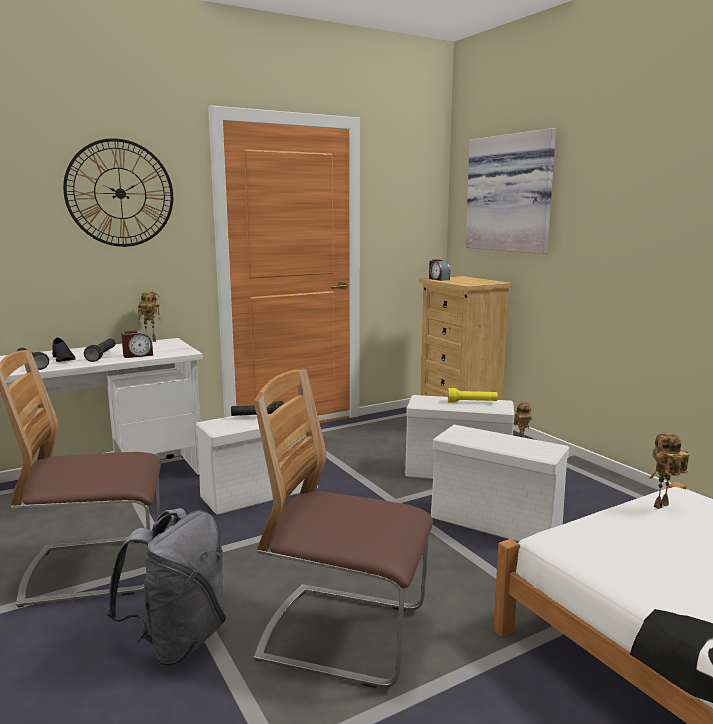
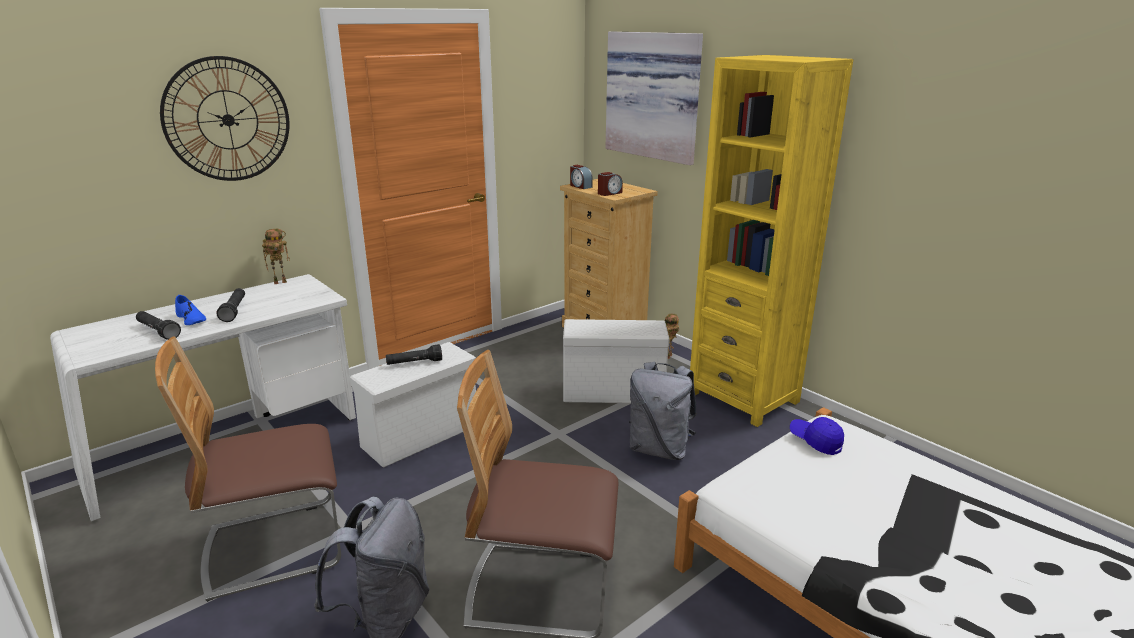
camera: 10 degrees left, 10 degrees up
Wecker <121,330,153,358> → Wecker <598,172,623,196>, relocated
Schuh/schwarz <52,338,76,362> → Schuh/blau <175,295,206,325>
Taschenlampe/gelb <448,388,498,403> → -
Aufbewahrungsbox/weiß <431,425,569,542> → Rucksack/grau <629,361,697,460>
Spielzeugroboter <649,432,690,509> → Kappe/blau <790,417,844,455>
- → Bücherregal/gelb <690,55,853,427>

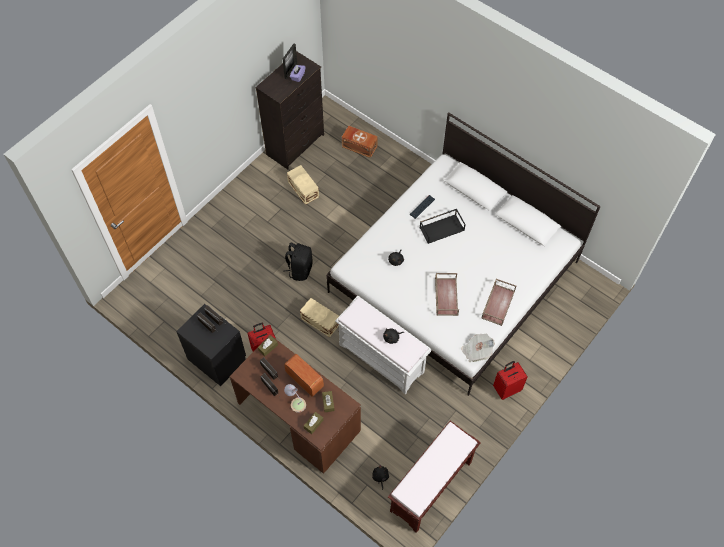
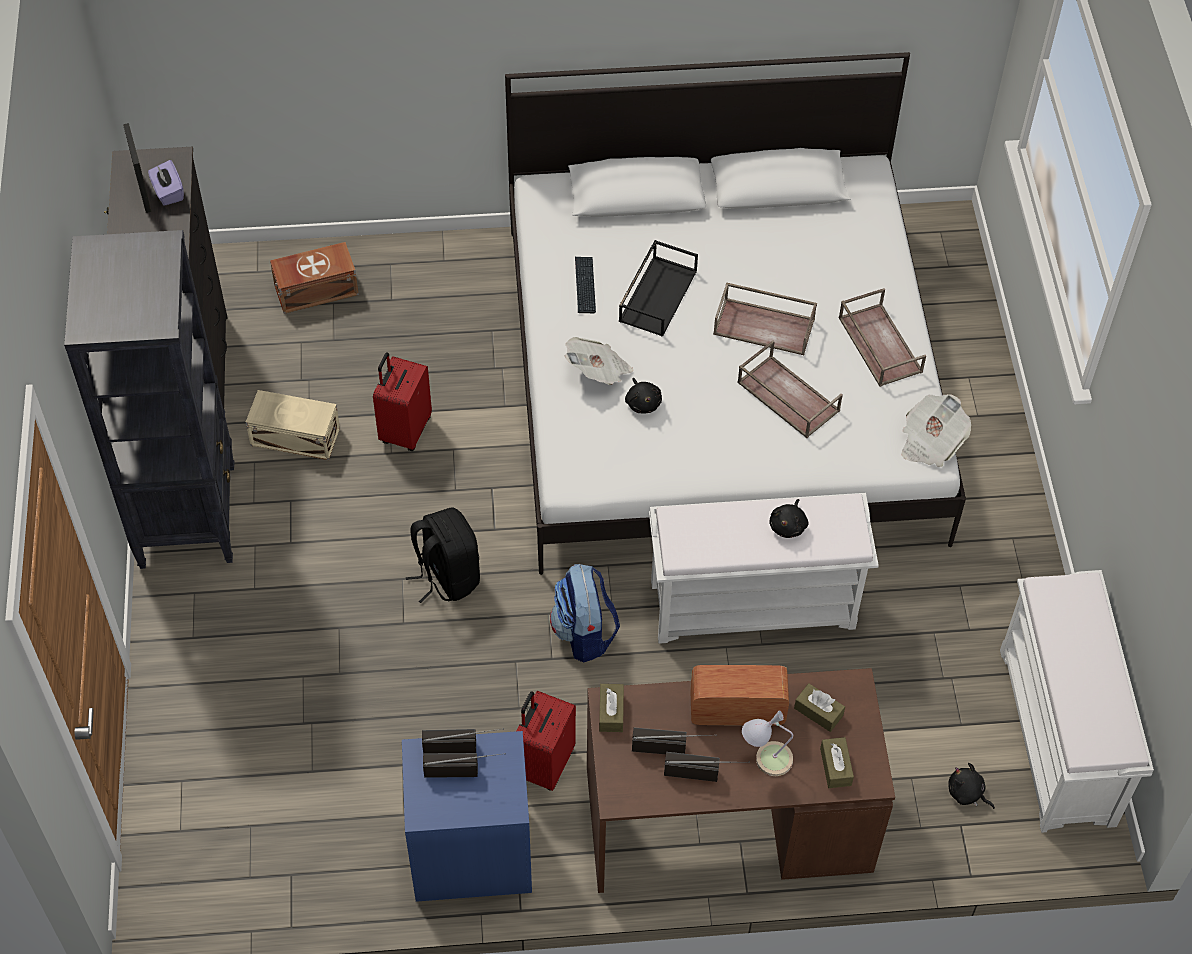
camera: 45 degrees left, 5 degrees down
Aufbewahrungsbox/beige <300,298,339,338> → Rucksack <550,564,620,663>
Nachttisch/schwarz <176,304,246,386> → Nachttisch/blau <402,731,532,902>
Koffer/rot <493,361,528,400> → Koffer/rot <373,353,432,451>, relocated
Bank/braun <388,421,481,533> → Bank/weiß <1000,570,1154,833>
- → Bücherregal/schwarz <64,230,234,569>
- → Tablett/braun <713,282,817,355>
- → Zeitung <565,337,633,385>

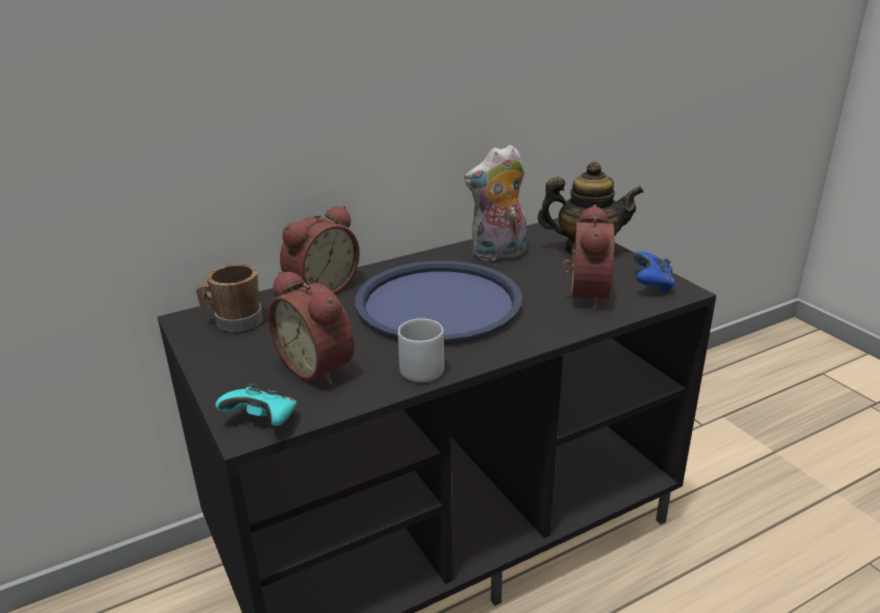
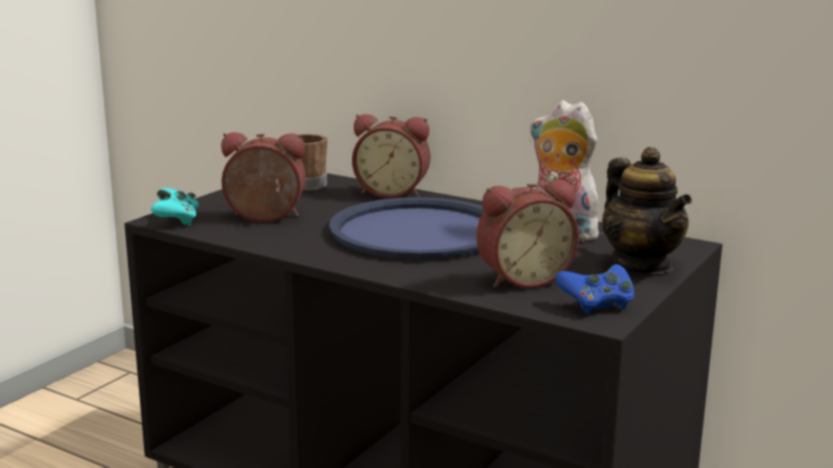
camera: 60 degrees right, 10 degrees down
Wecker <268,270,354,386> → Wecker <221,132,306,222>, 75 degrees clockwise
Henkelbecher/grau <398,319,444,383> → -

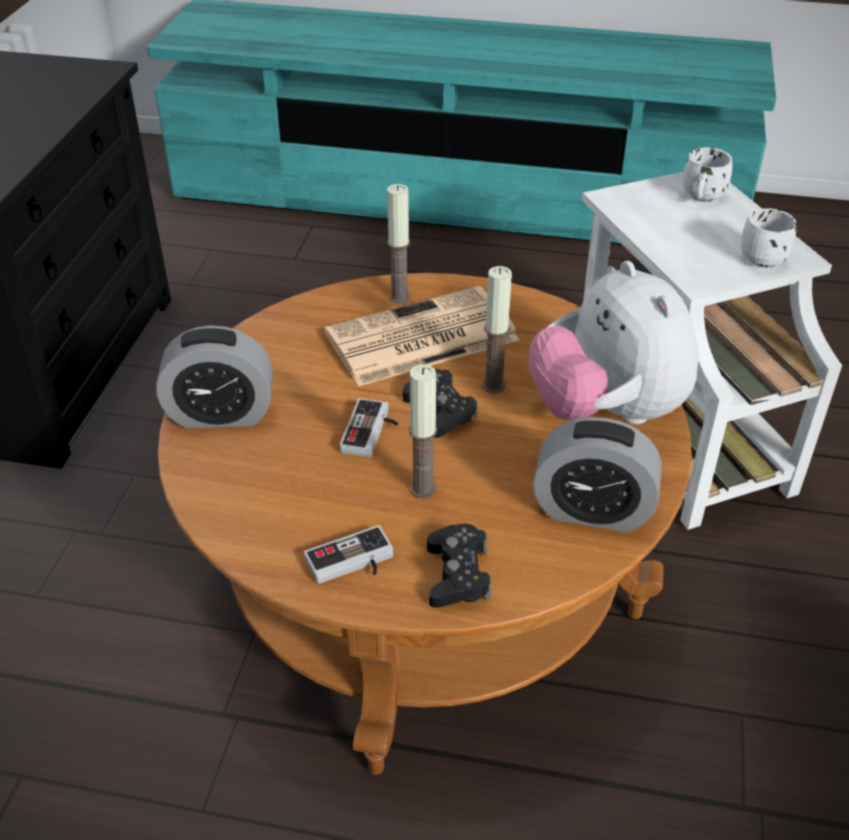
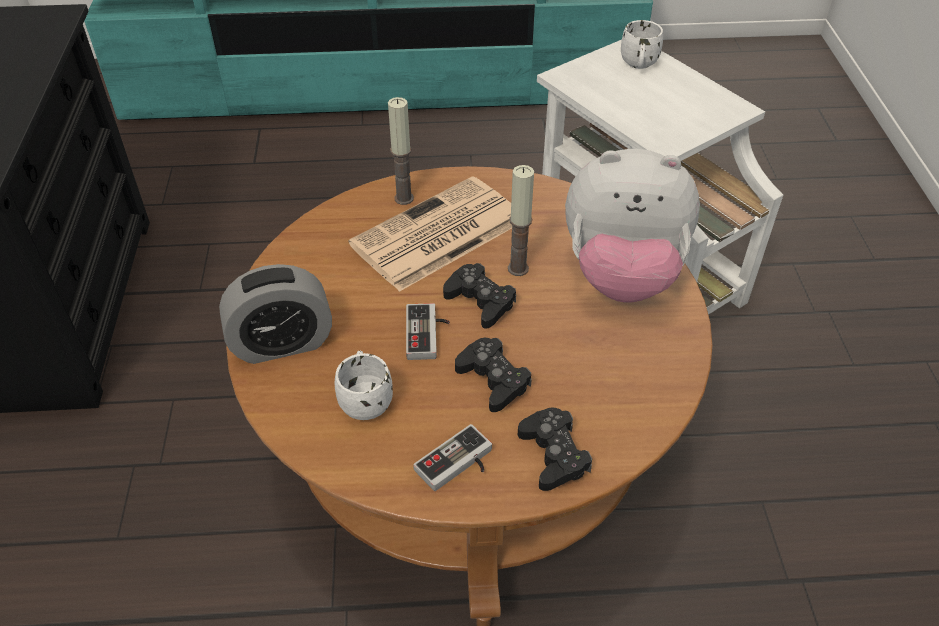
camera: 15 degrees left, 5 degrees up
Henkelbecher/weiß <741,208,796,267> → Henkelbecher/weiß <335,350,393,420>, relocated
Plüschtier <529,260,699,424> → Plüschtier <565,149,700,303>, 45 degrees counterclockwise
Kerze <409,364,437,499> → Gamepad/schwarz <455,338,532,412>
Wecker <533,417,662,532> → -

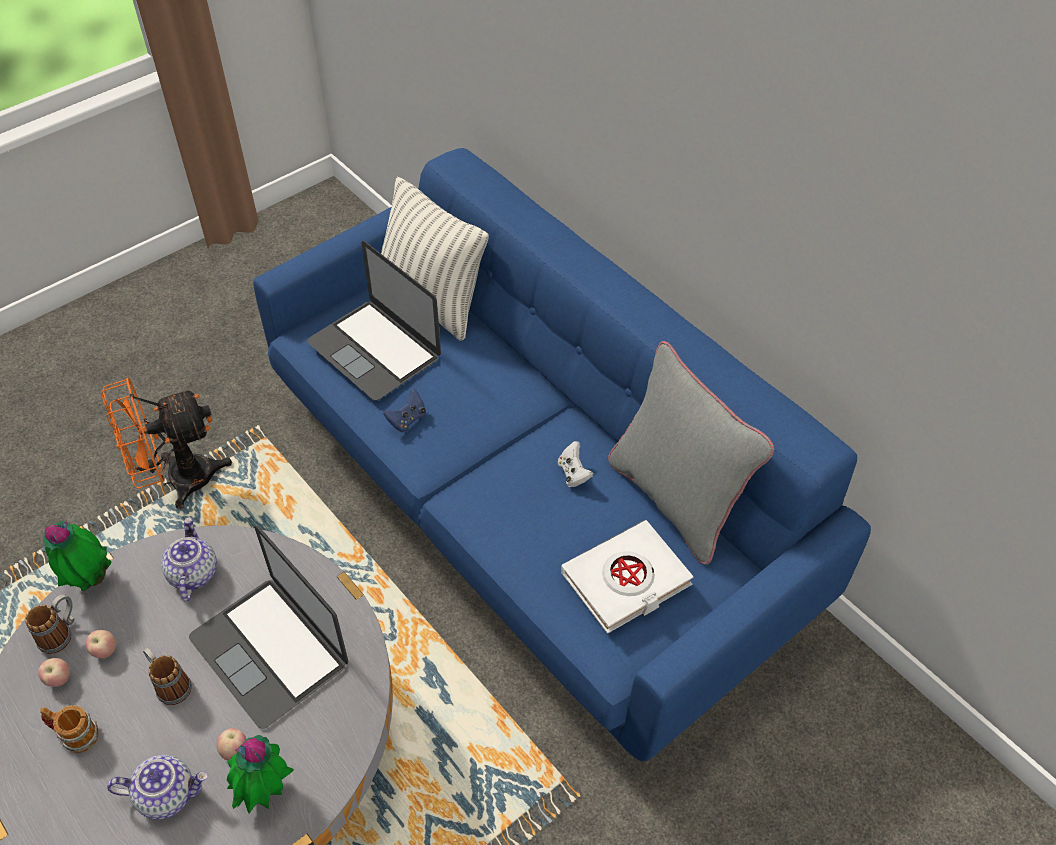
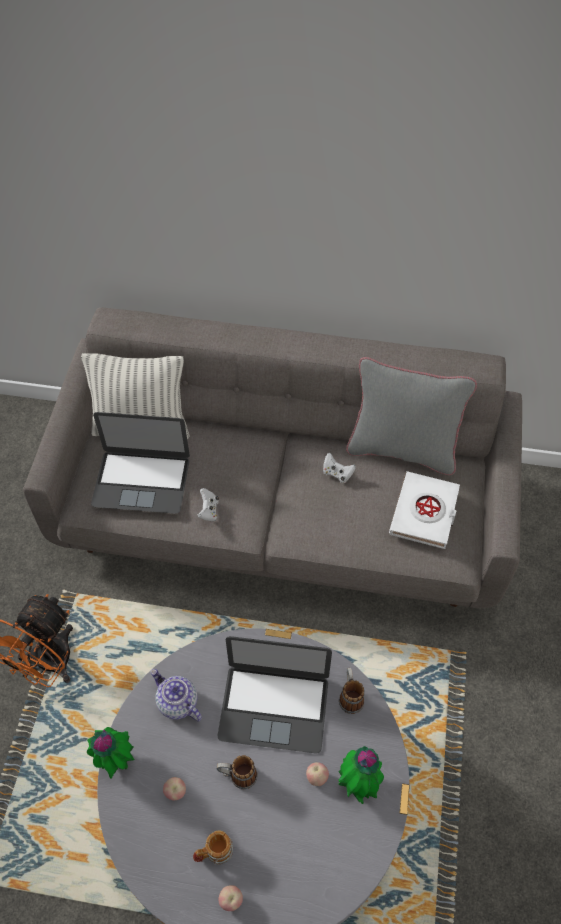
camera: 40 degrees left, 5 degrees up
Sofa/blau <253,148,871,761> → Sofa/grau <23,308,522,608>
Gamepad/blau <383,389,426,432> → Gamepad/weiß <197,488,219,521>
Henkelbecher <25,594,75,654> → Henkelbecher <339,668,365,714>, relocated
Apfel <38,658,70,687> → Apfel <218,885,243,911>, relocated
Teekanne <107,755,208,820> → -

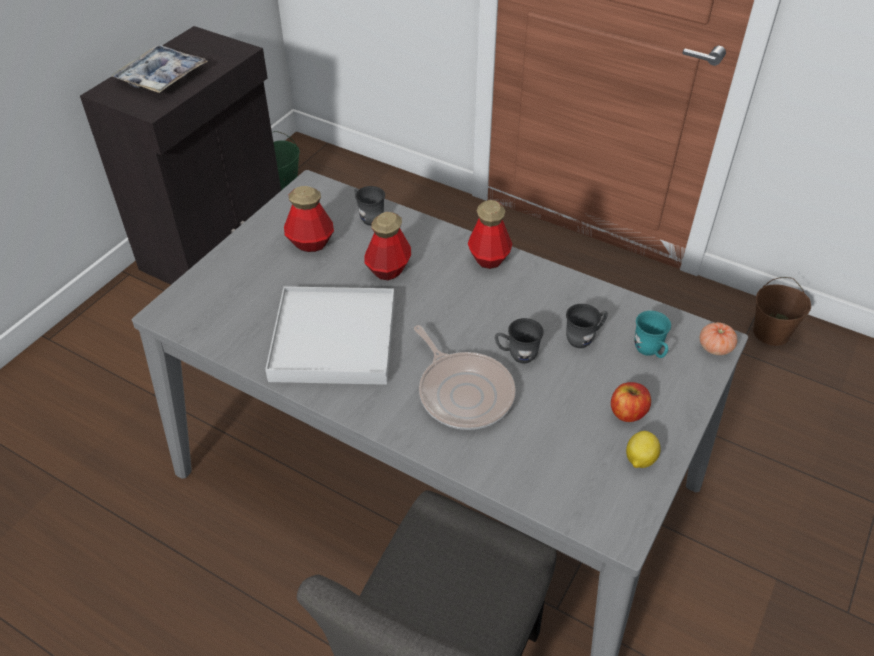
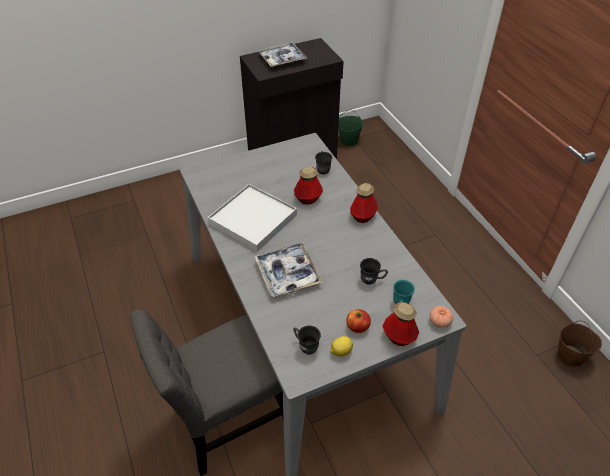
camera: 35 degrees right, 0 degrees up
Flasche <284,186,334,252> → Flasche <382,302,419,346>, relocated
Henkelbecher/grau <495,318,544,364> → Henkelbecher/grau <293,326,321,354>, relocated
Pfanne <414,325,516,430> → Tablett <254,243,323,297>

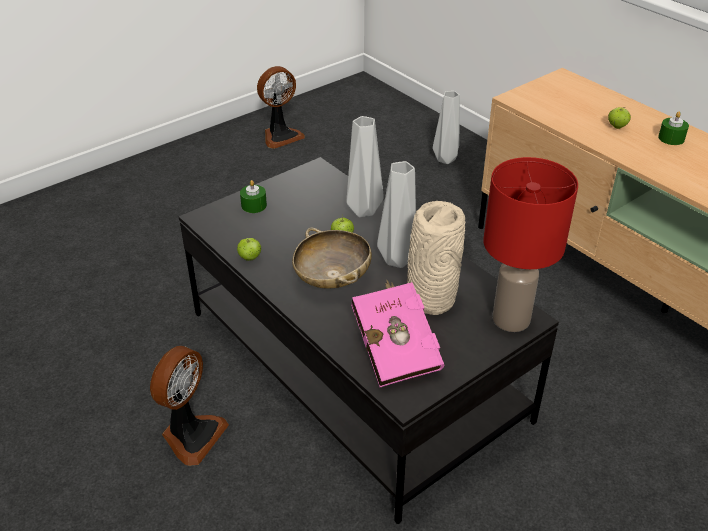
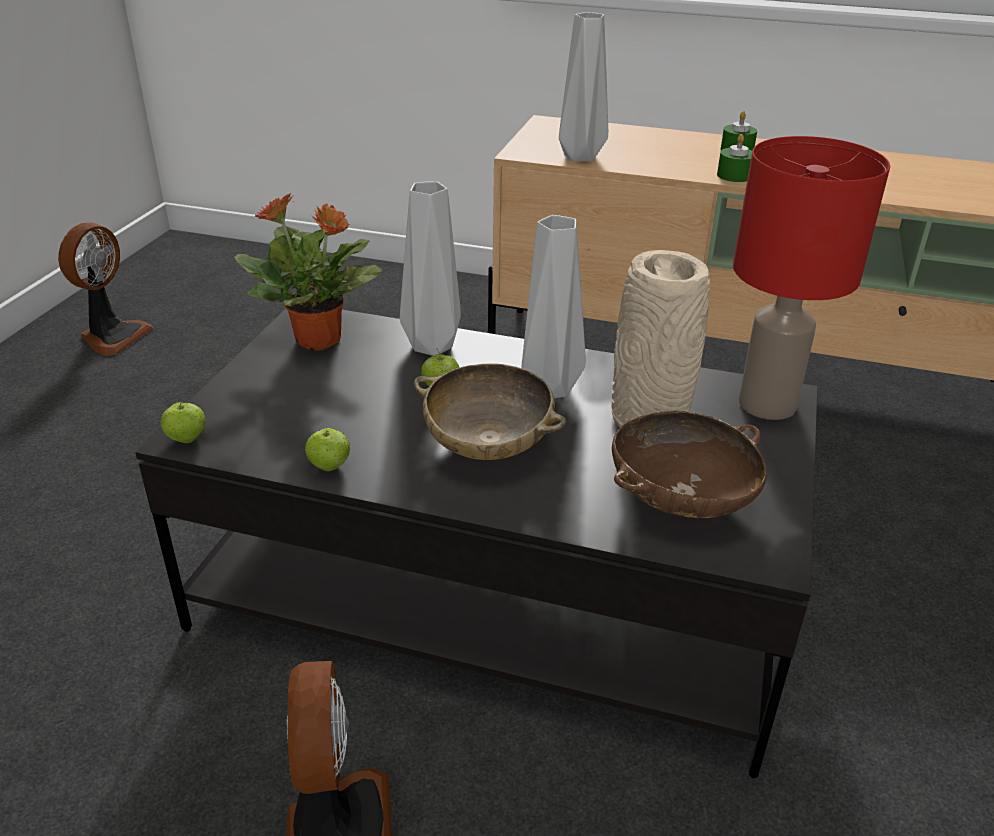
camera: 35 degrees left, 5 degrees down
Vase/grau <433,91,460,164> → Vase/grau <559,12,608,161>, relocated
Apfel <608,107,631,129> → Apfel <160,402,206,443>, relocated
Kerze/grün <240,180,267,213> → Kerze/grün <717,134,752,182>, relocated
Buch/rosa <351,280,444,387> → Schüssel/braun <612,411,767,518>
- → Topfpflanze <234,193,382,351>

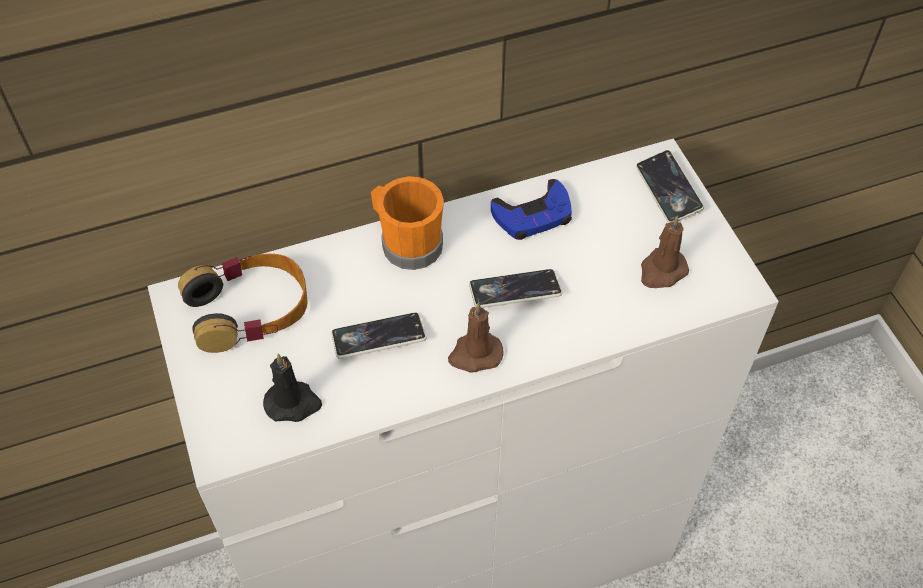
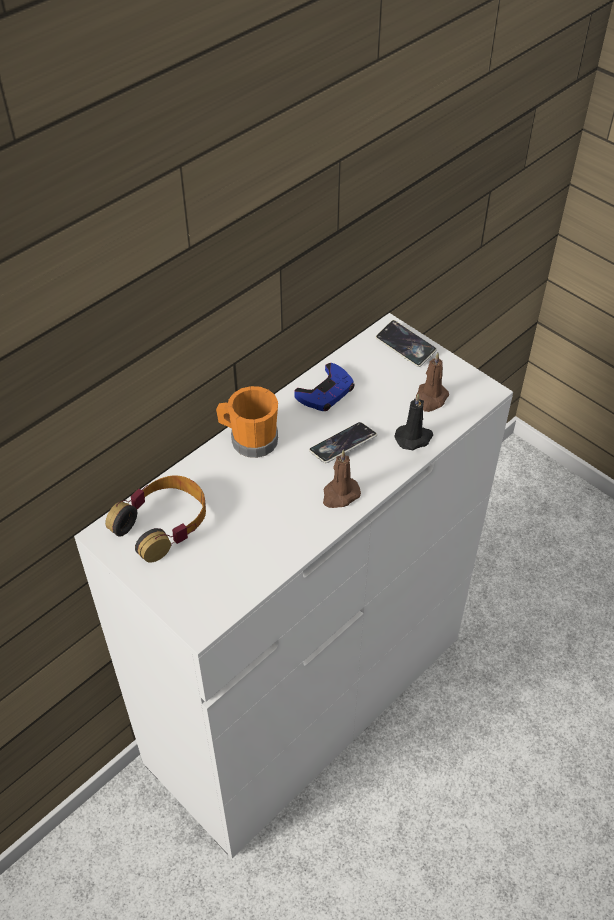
camera: 25 degrees left, 5 degrees down
Handy <331,312,426,359> → -
Kerze/schwarz <263,353,322,422> → Kerze/schwarz <394,393,433,450>, relocated

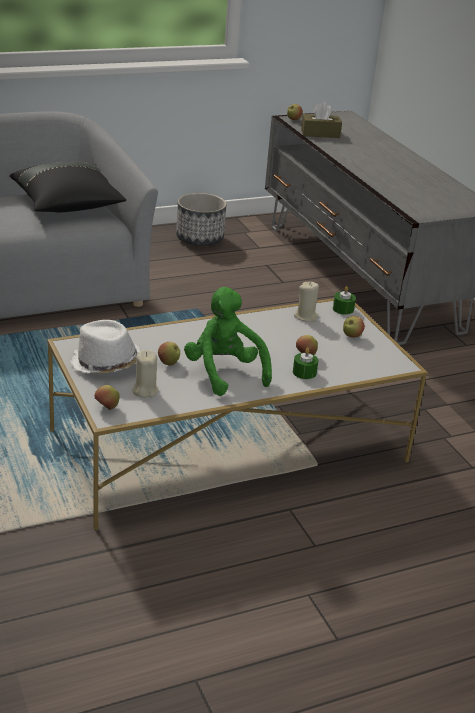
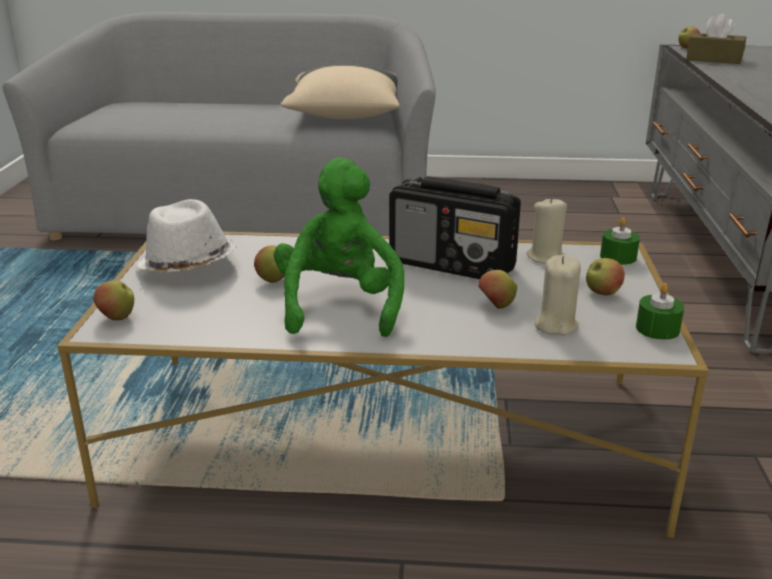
camera: 30 degrees right, 5 degrees down
Kissen/schwarz <10,162,126,212> → Kissen/beige <281,65,400,119>
Pflanzkübel <176,193,226,246> → -
Kerze/grün <293,348,318,379> → Kerze/grün <636,283,684,340>, relocated
Kerze/beige <132,350,158,398> → Kerze/beige <534,255,581,336>, relocated
- → Radio <389,176,521,279>

